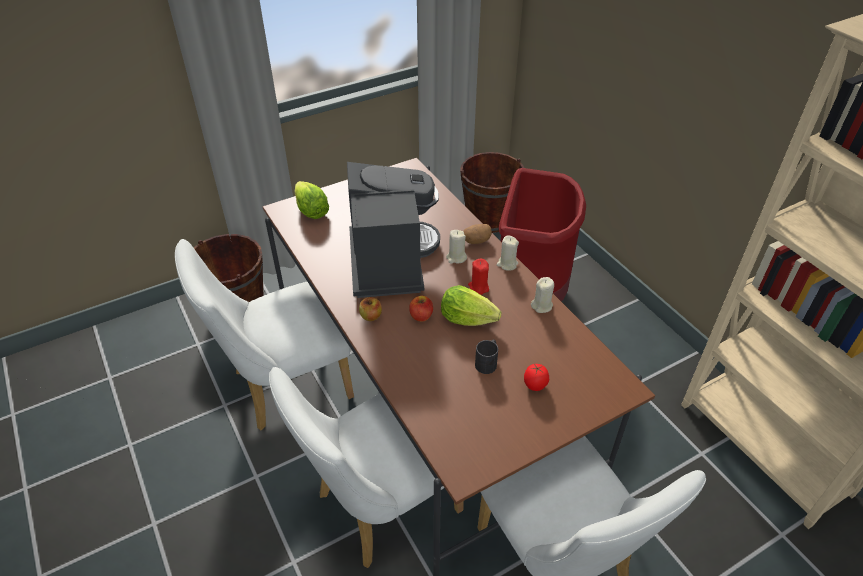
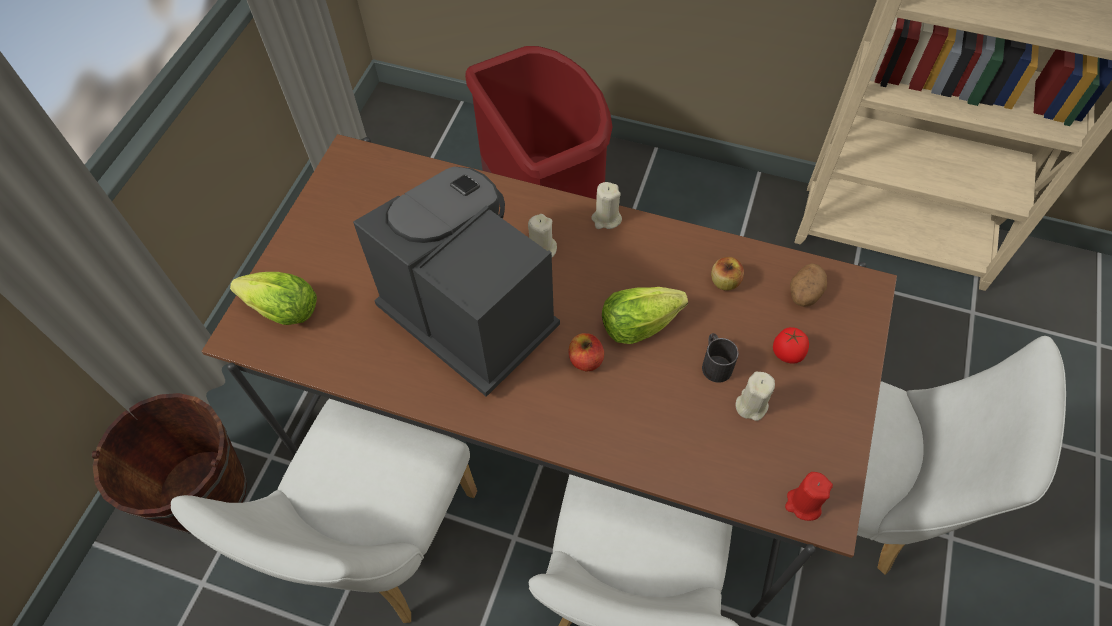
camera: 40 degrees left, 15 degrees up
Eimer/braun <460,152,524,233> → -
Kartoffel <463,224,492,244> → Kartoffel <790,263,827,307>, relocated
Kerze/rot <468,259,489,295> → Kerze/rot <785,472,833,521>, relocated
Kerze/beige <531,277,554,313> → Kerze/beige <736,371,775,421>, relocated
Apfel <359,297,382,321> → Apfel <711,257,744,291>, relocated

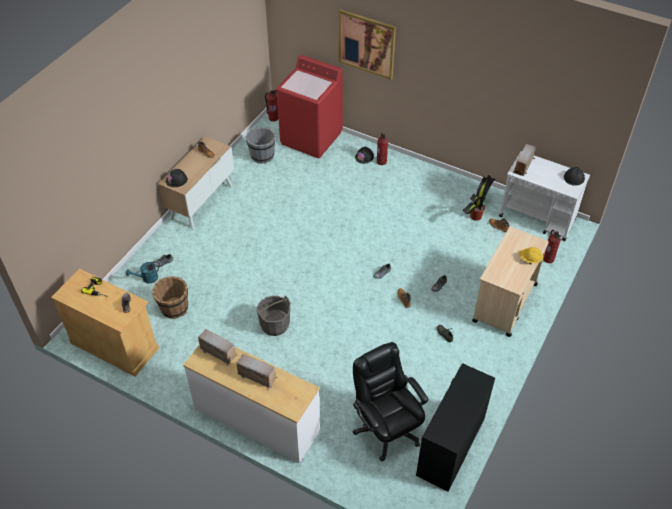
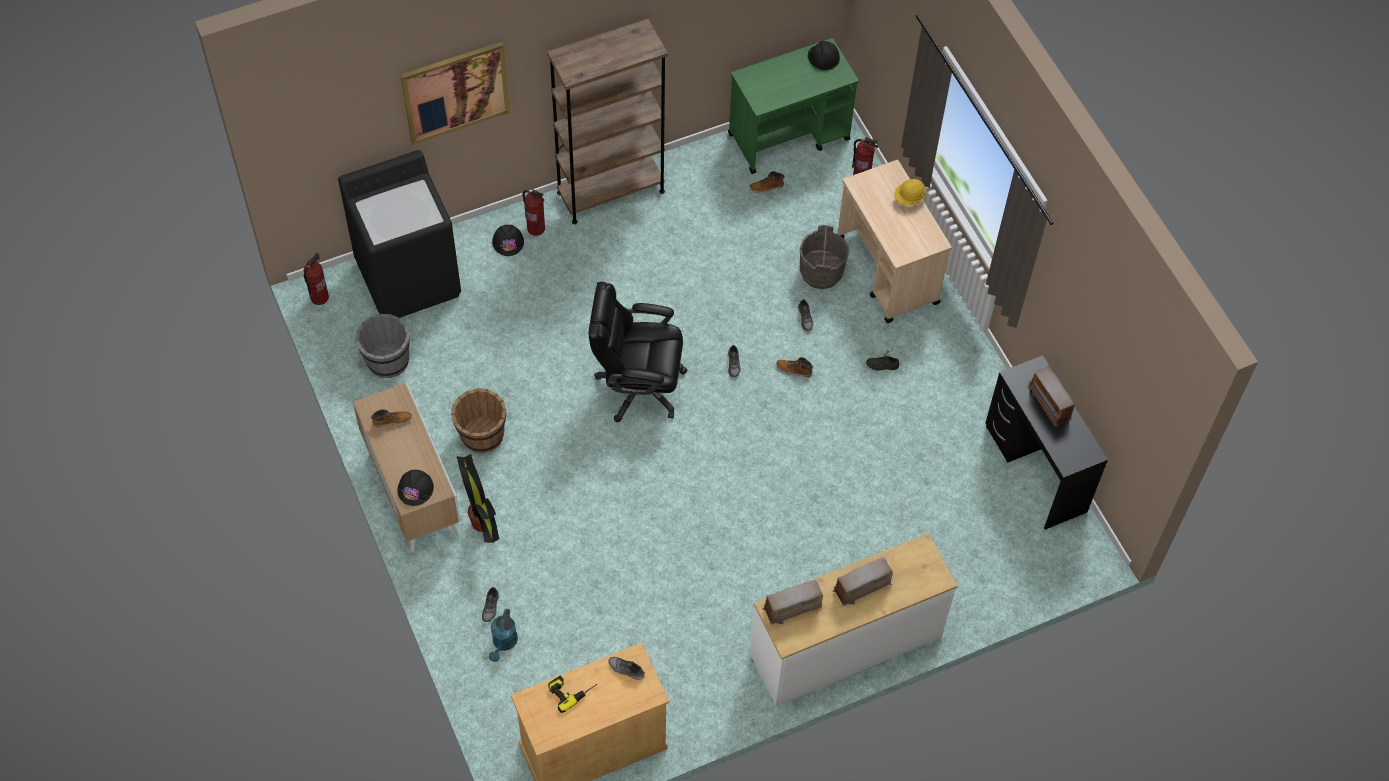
camera: 55 degrees left, 10 degrees up
Waschmaschine/rot <277,55,343,158> → Waschmaschine/schwarz <338,150,461,318>
Radio <513,144,536,176> → Radio <1028,366,1075,426>, relocated
Rollwagen/weiß <499,151,590,241> → Rollwagen/grün <728,38,859,174>
Topfpflanze <463,175,495,221> → Topfpflanze <457,454,499,543>, relocated
Eimer/braun <152,276,188,319> → Eimer/braun <451,388,506,453>, relocated
Eimer/grau <256,296,291,336> → Eimer/grau <800,225,849,289>, relocated
Bürostuhl/schwarz <353,342,428,461> → Bürostuhl/schwarz <589,282,687,422>, relocated
- → Bücherregal/braun <547,19,668,224>

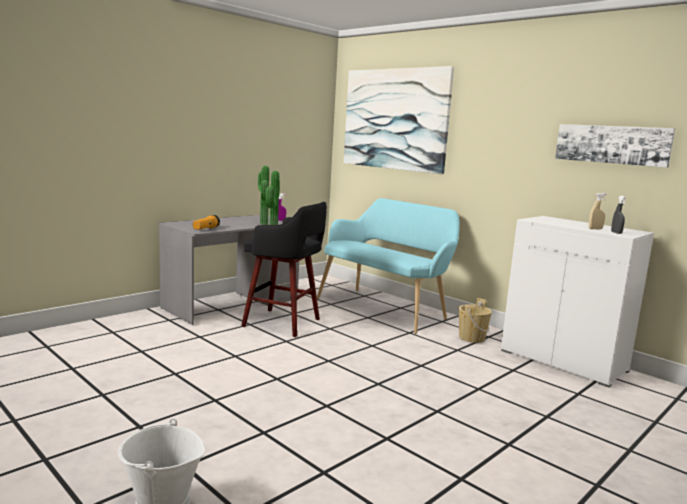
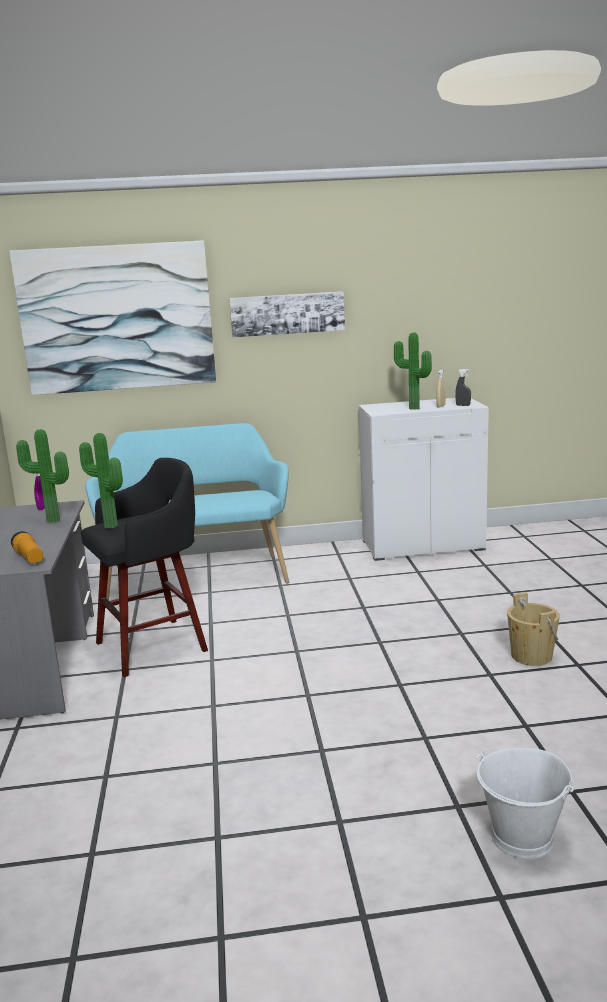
camera: 50 degrees left, 5 degrees up
Bild <555,124,675,168> → Bild <229,291,345,338>, relocated
Eimer/beige <459,298,492,343> → Eimer/beige <507,592,560,666>, relocated
- → Topfpflanze <394,332,432,410>

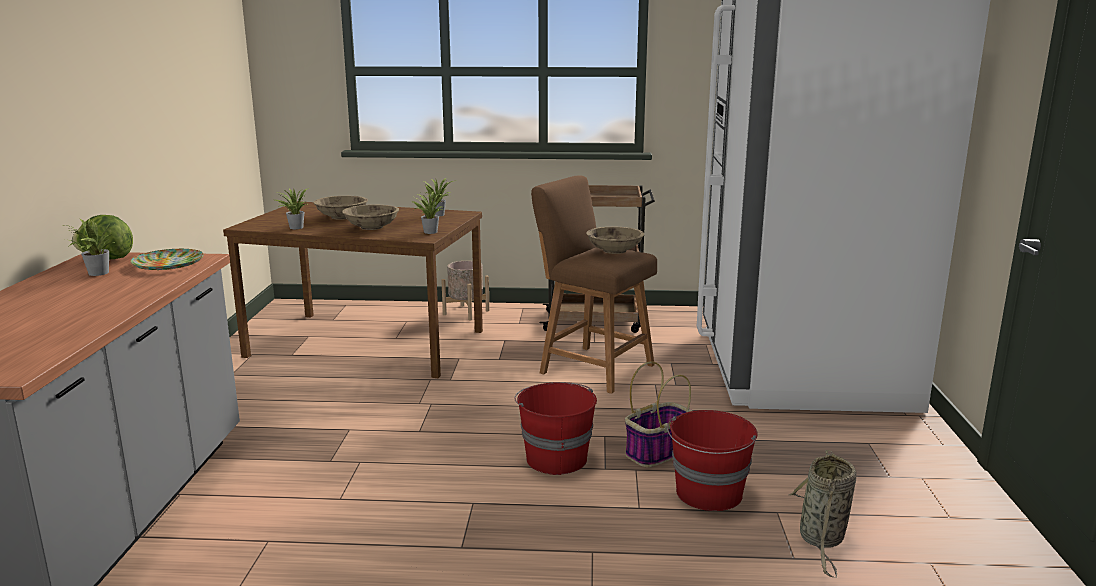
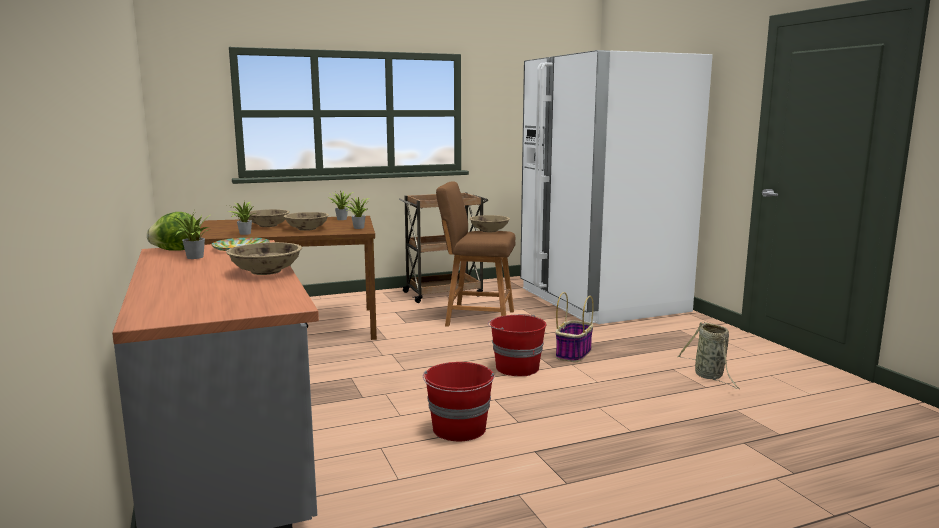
camera: 25 degrees left, 5 degrees down
Pflanzkübel/beige <441,261,490,321> → -
Eimer/rot <667,410,758,511> → Eimer/rot <423,362,495,441>, relocated
- → Schüssel/beige <226,242,302,275>

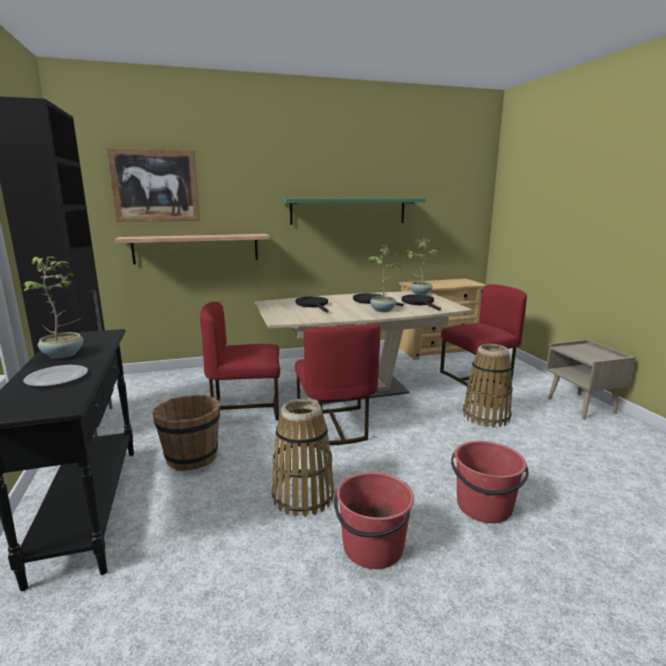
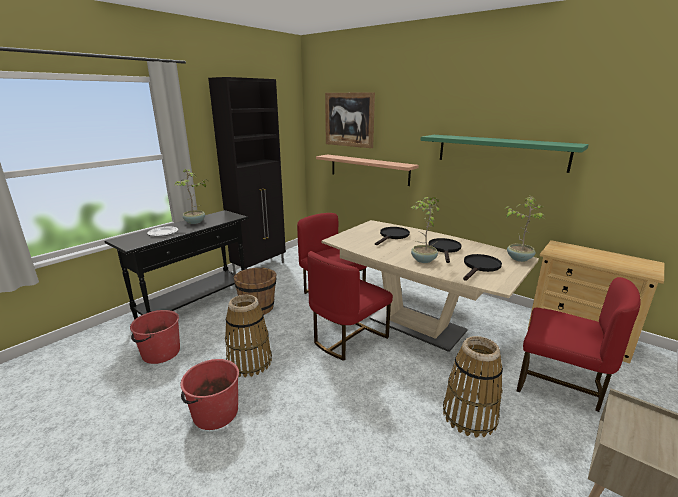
camera: 55 degrees right, 5 degrees up
Eimer/rot <451,441,528,523> → Eimer/rot <130,310,180,364>, relocated

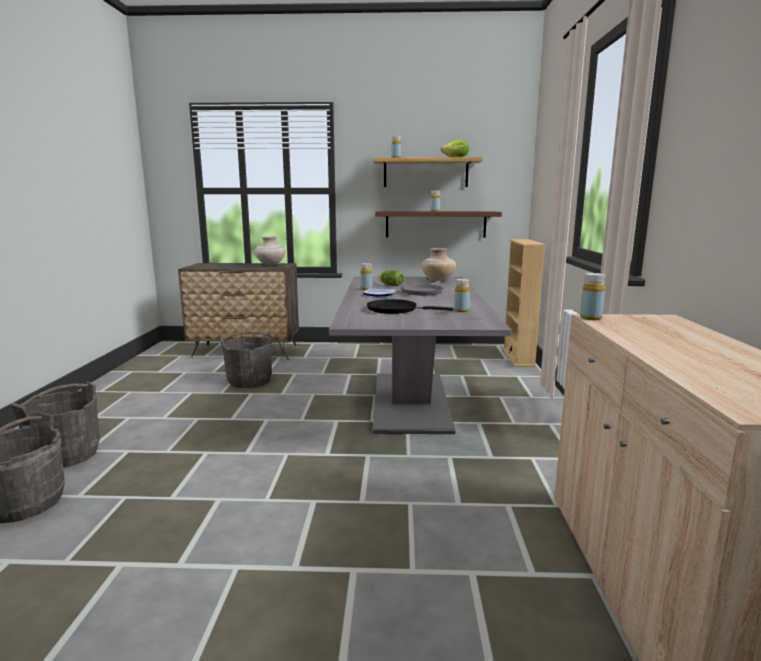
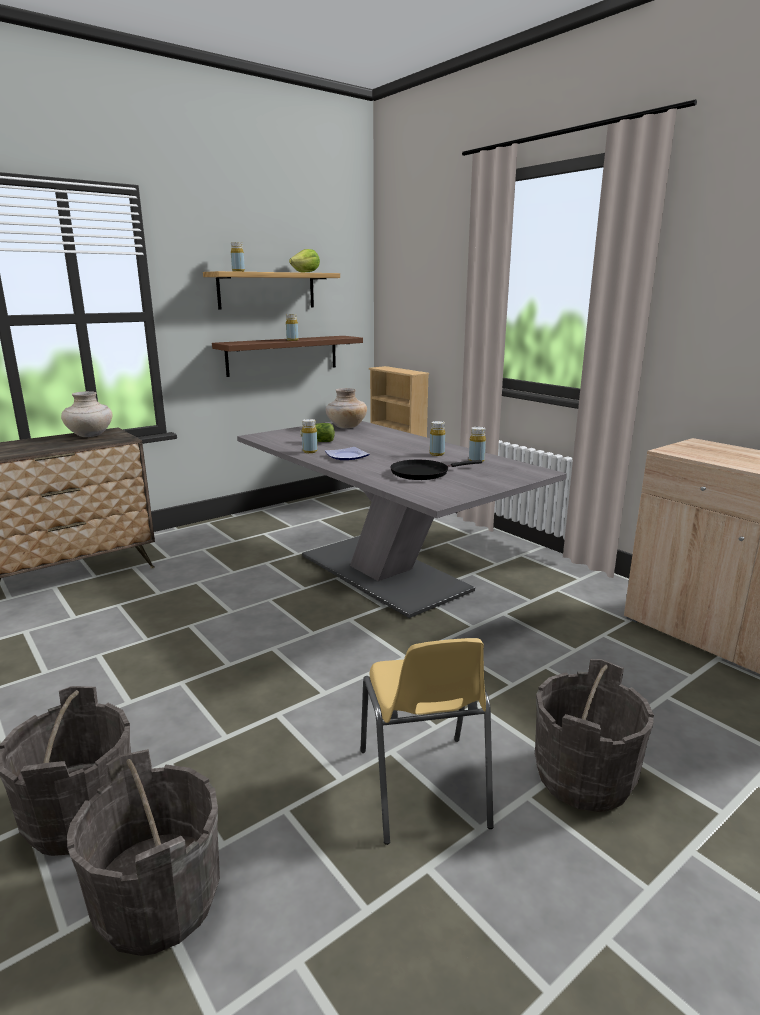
camera: 40 degrees left, 5 degrees up
Flasche/gelb <580,273,605,320> → Flasche/gelb <430,421,445,456>, relocated
Pfanne/grau <401,281,443,295> → -
Eimer/grau <220,331,273,388> → Eimer/grau <535,659,654,812>, relocated
- → Stuhl/gelb <360,638,494,845>

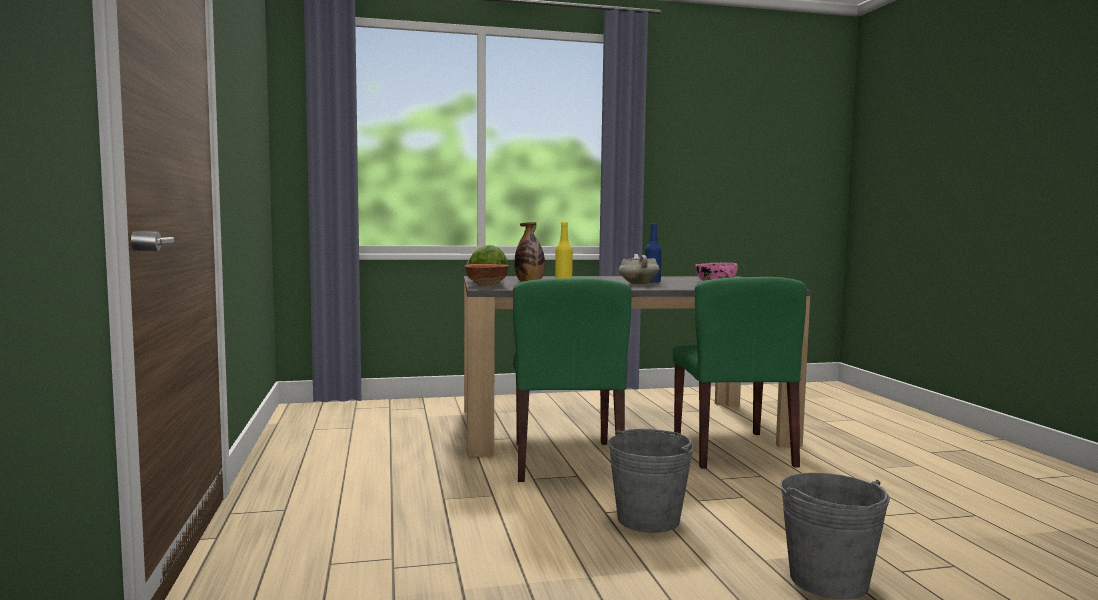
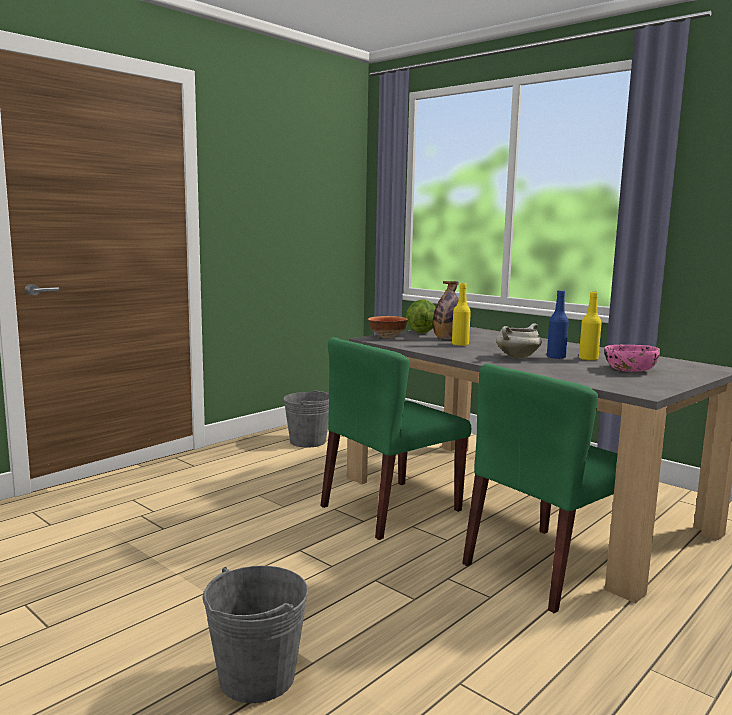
camera: 55 degrees right, 5 degrees up
Eimer/grau <608,429,694,533> → Eimer/grau <283,389,329,448>, relocated
- → Flasche/gelb <579,291,602,360>

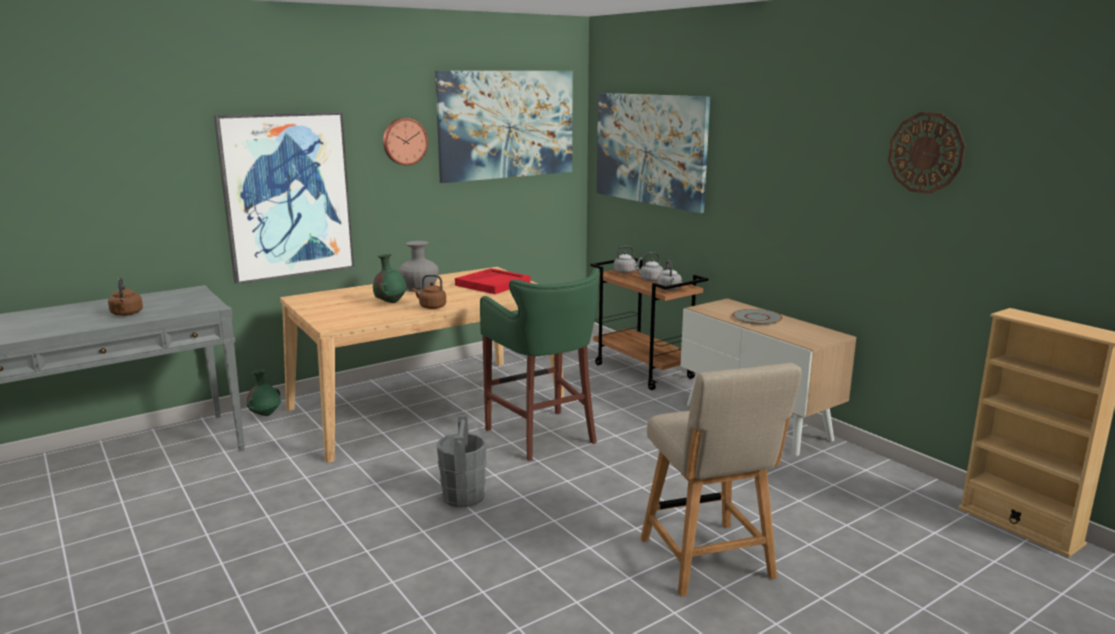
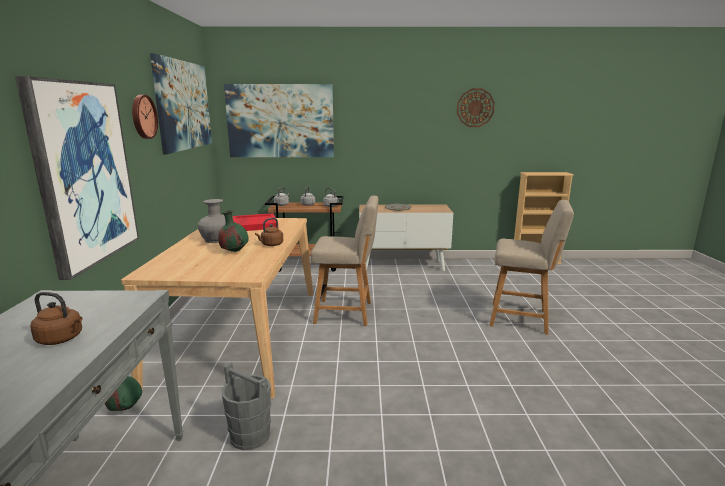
camera: 55 degrees left, 0 degrees up
Hocker/grün <480,268,599,461> → Stuhl/beige <311,196,378,326>
Eimer/grau <436,415,487,507> → Eimer/grau <222,363,271,450>, relocated

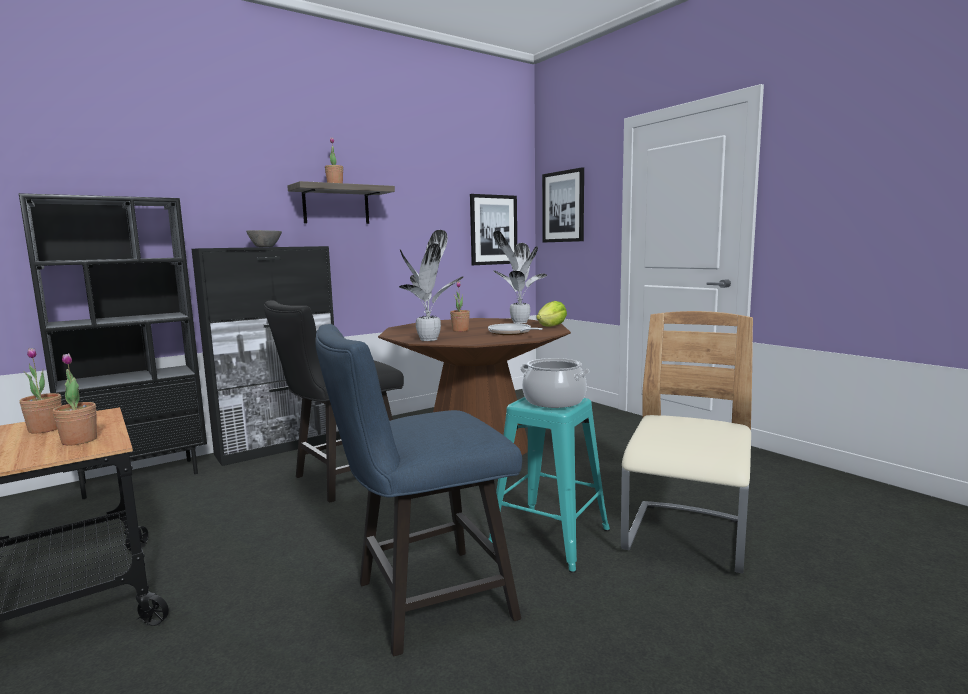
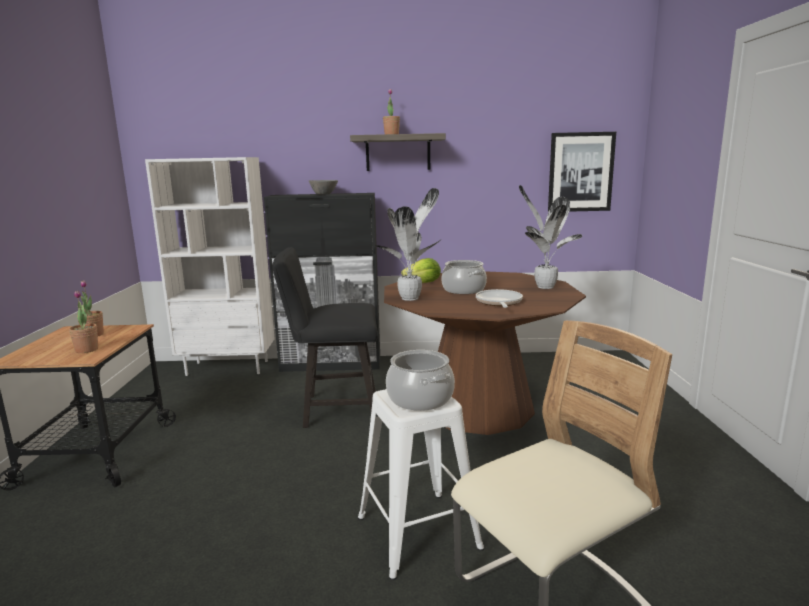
camera: 35 degrees right, 5 degrees up
Bild <542,167,584,242> → -
Bücherregal/schwarz <18,193,207,499> → Bücherregal/weiß <145,157,275,376>
Topfpflanze <450,281,470,332> → Kochtopf <441,260,487,294>
Salatkopf <536,301,567,326> → Salatkopf <401,258,441,283>, relocated
Stuhl/blau <315,324,522,656> → -
Hocker/türkis <489,397,610,573> → Hocker/weiß <358,389,484,580>

